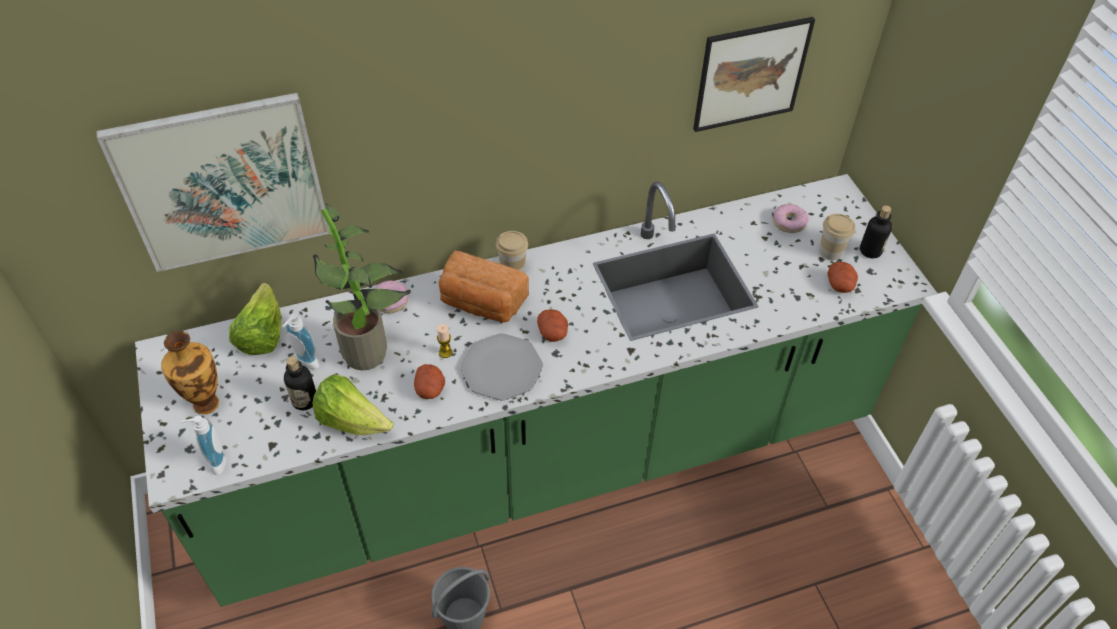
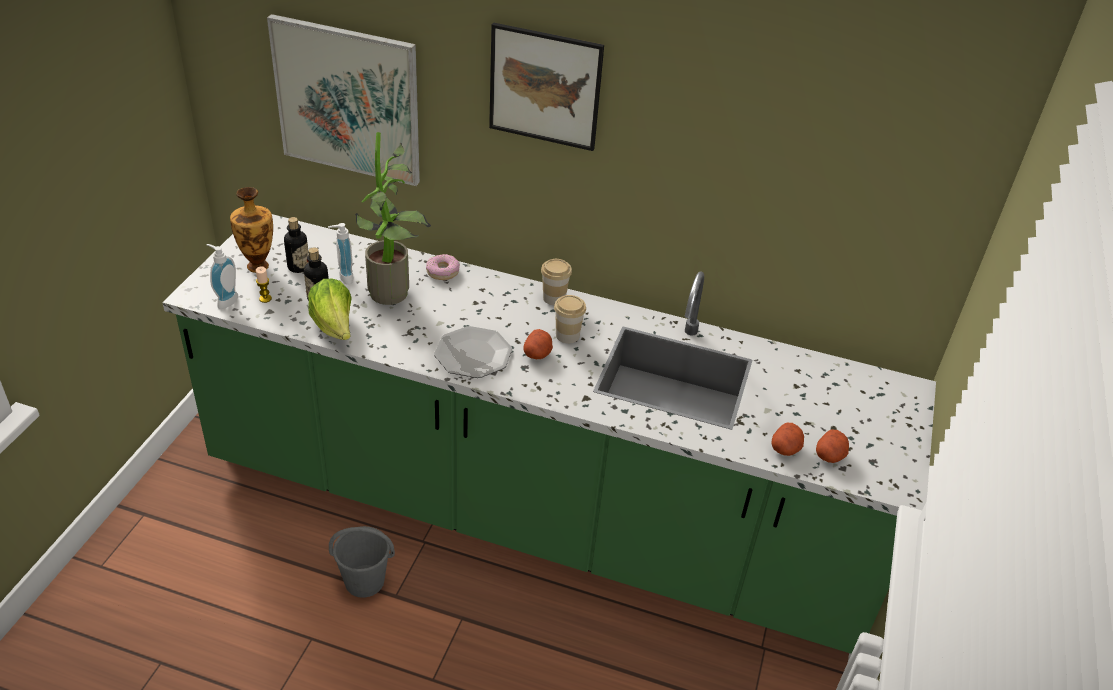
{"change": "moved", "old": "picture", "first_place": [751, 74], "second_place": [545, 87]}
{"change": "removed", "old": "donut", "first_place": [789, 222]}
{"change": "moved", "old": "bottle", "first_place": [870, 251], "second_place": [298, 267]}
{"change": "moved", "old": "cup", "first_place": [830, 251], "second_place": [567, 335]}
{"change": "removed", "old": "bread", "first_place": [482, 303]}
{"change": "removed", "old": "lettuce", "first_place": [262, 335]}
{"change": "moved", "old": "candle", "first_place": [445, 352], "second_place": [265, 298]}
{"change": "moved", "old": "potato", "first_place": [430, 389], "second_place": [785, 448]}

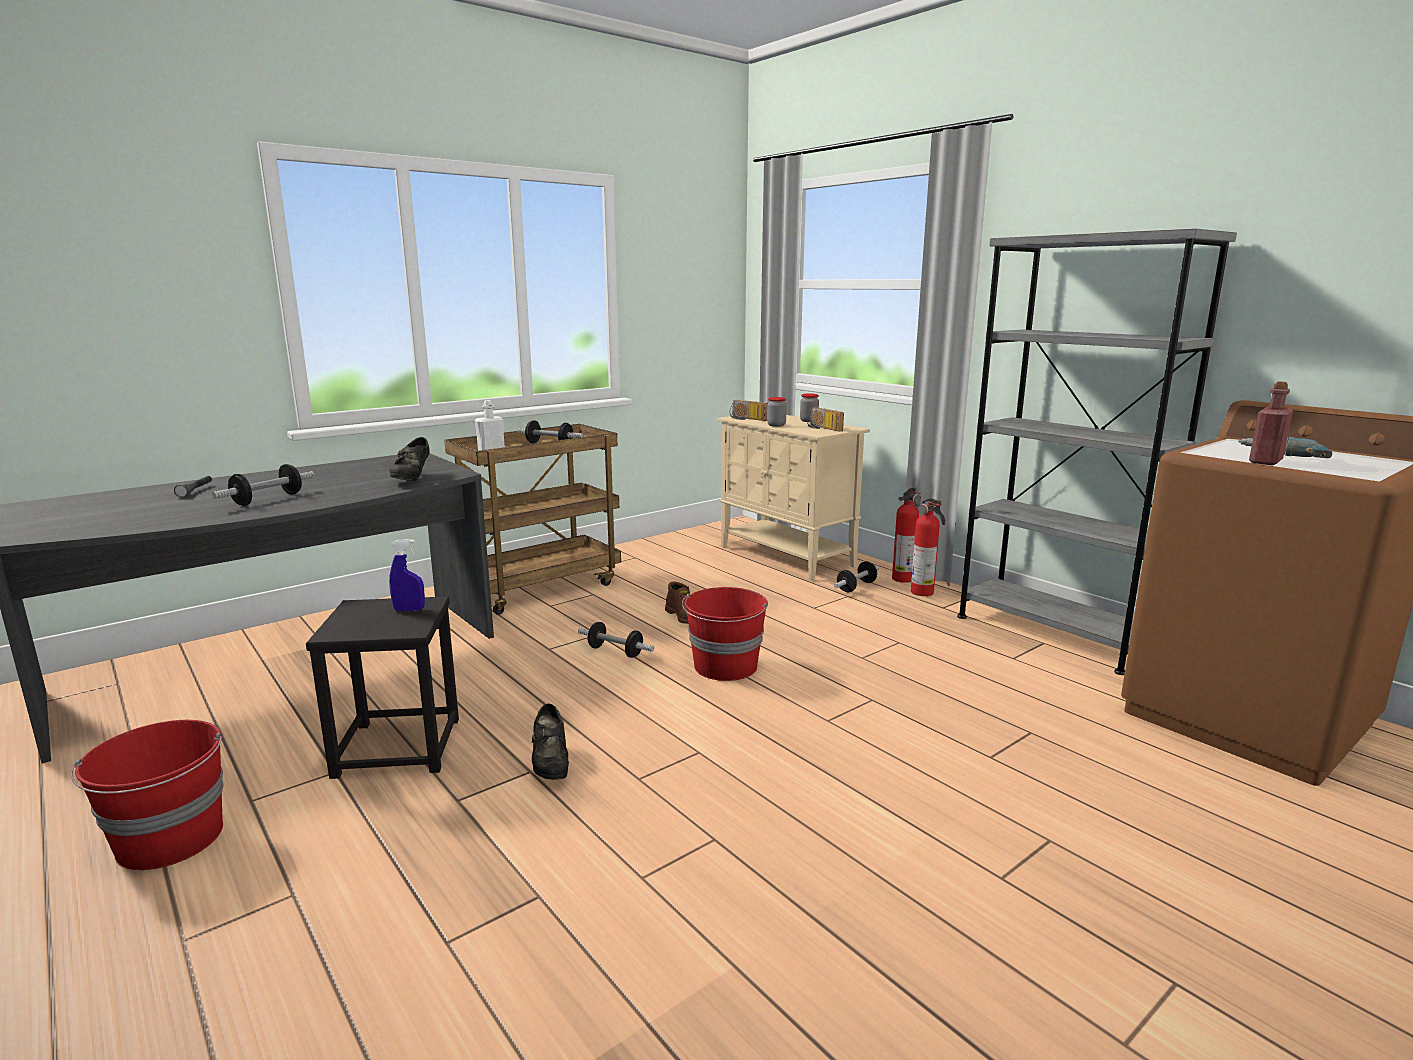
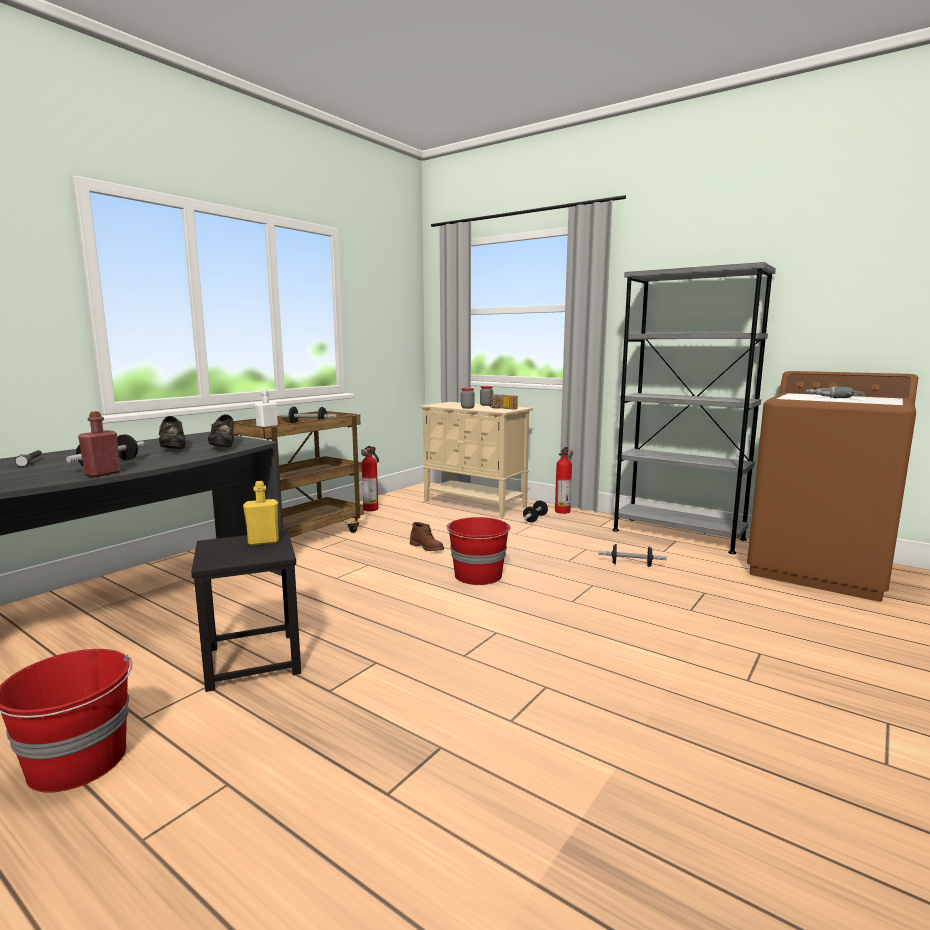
{"change": "moved", "old": "bottle (red)", "first_place": [1265, 461], "second_place": [102, 474]}
{"change": "removed", "old": "radio", "first_place": [747, 419]}
{"change": "moved", "old": "fire extinguisher", "first_place": [923, 592], "second_place": [371, 509]}
{"change": "replaced", "old": "spray bottle (blue)", "new": "bottle (yellow)", "first_place": [409, 610], "second_place": [263, 542]}
{"change": "moved", "old": "dumbbell", "first_place": [615, 652], "second_place": [631, 564]}
{"change": "moved", "old": "shoe (black)", "first_place": [550, 764], "second_place": [173, 449]}

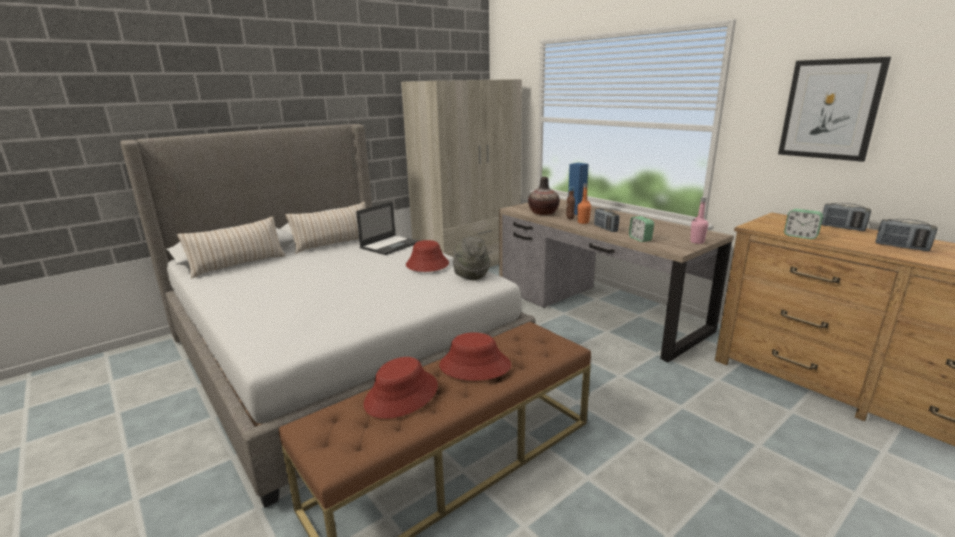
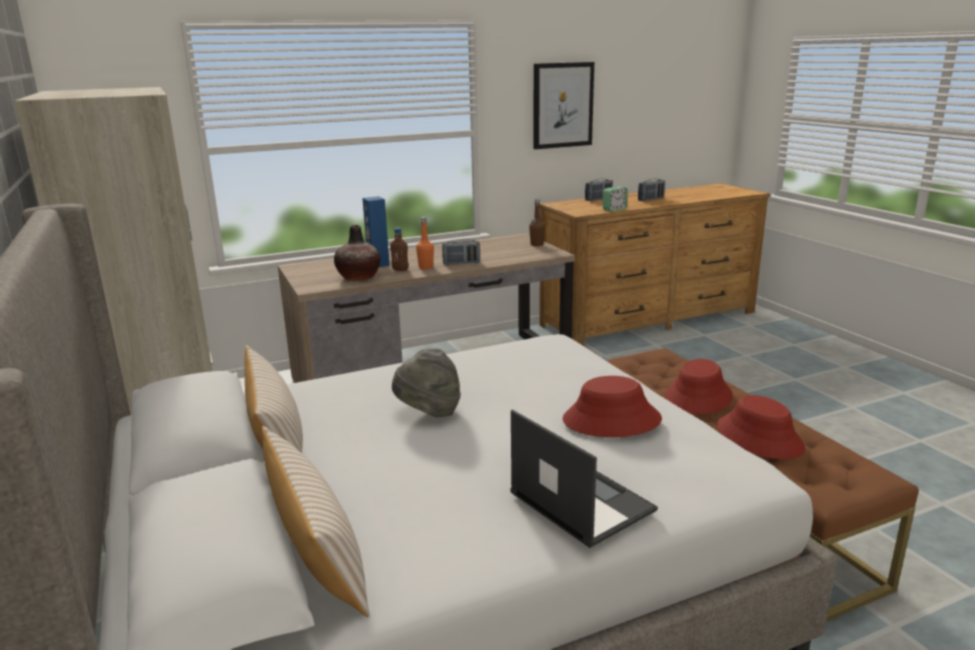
{"change": "recoloured", "old": "bottle (pink)", "new": "bottle (brown)", "first_place": [697, 242], "second_place": [537, 244]}
{"change": "moved", "old": "laptop", "first_place": [390, 245], "second_place": [580, 501]}
{"change": "removed", "old": "alarm clock", "first_place": [640, 239]}
{"change": "moved", "old": "hat (grey)", "first_place": [470, 275], "second_place": [428, 412]}
{"change": "moved", "old": "hat (red)", "first_place": [427, 264], "second_place": [611, 420]}

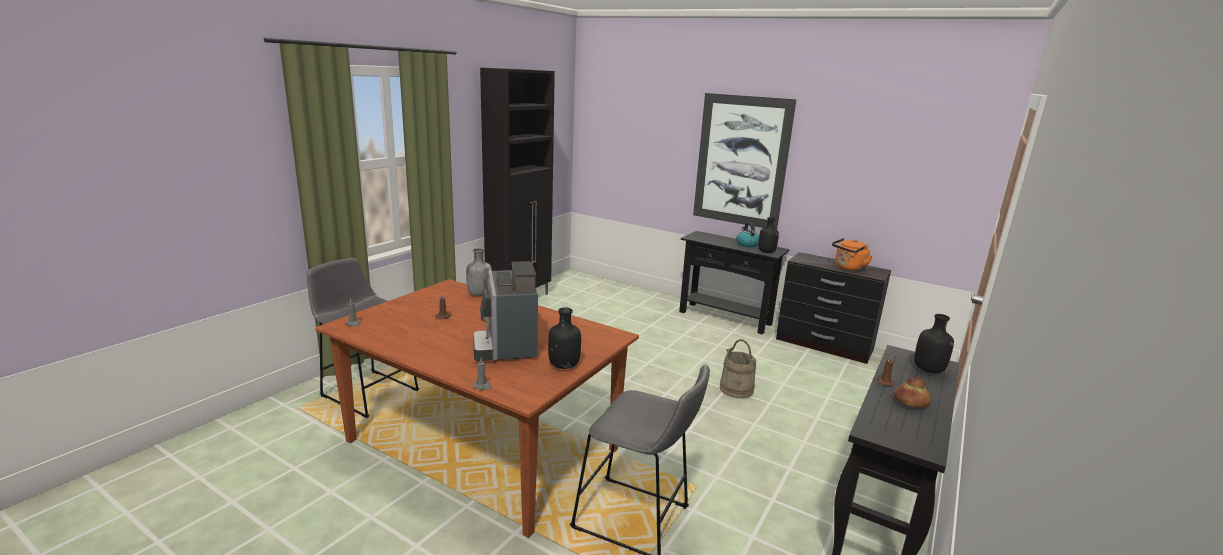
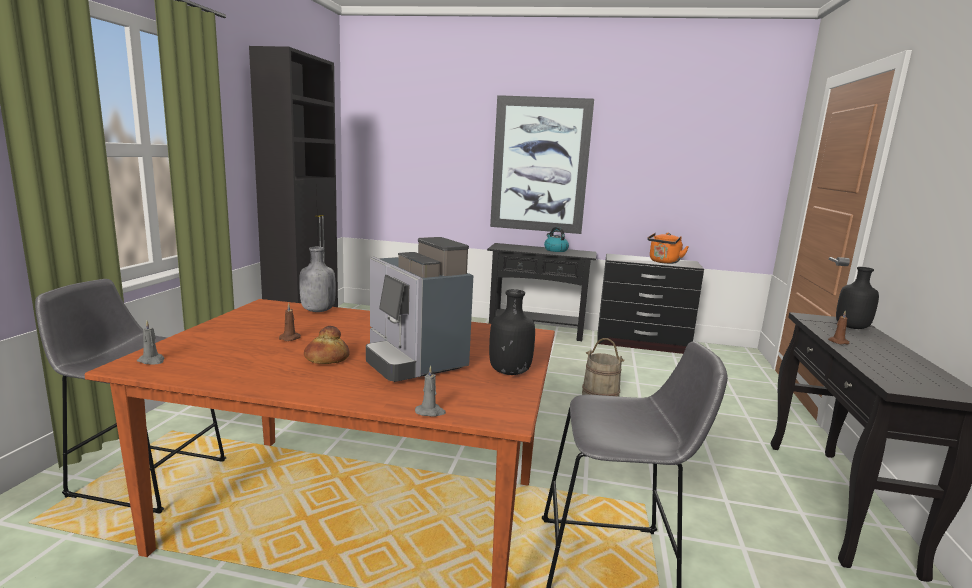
{"change": "removed", "old": "bottle (black)", "first_place": [766, 252]}
{"change": "moved", "old": "bread", "first_place": [910, 401], "second_place": [326, 359]}

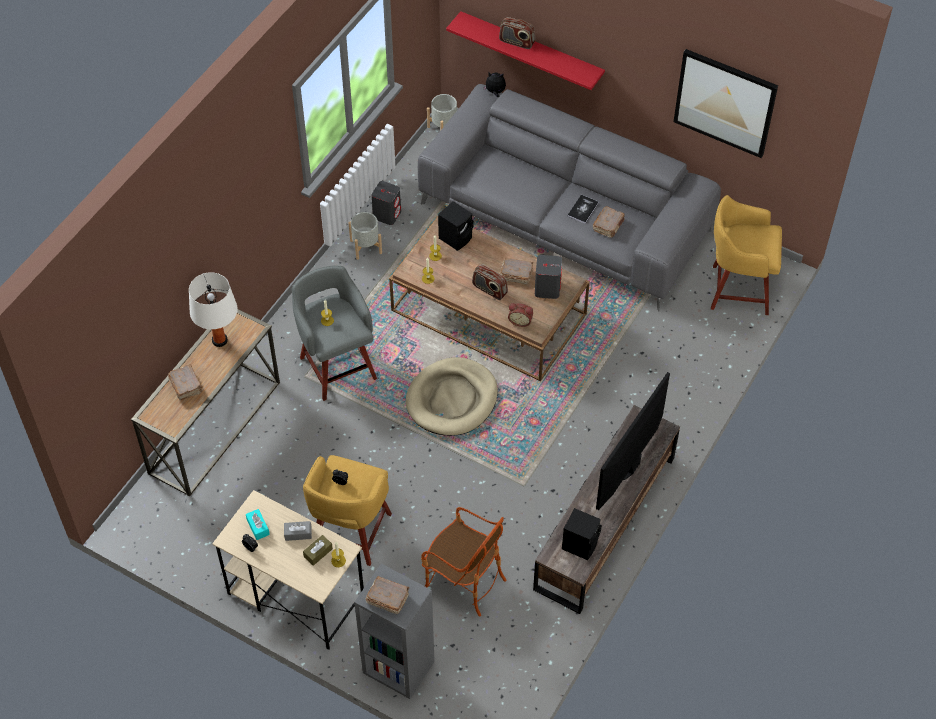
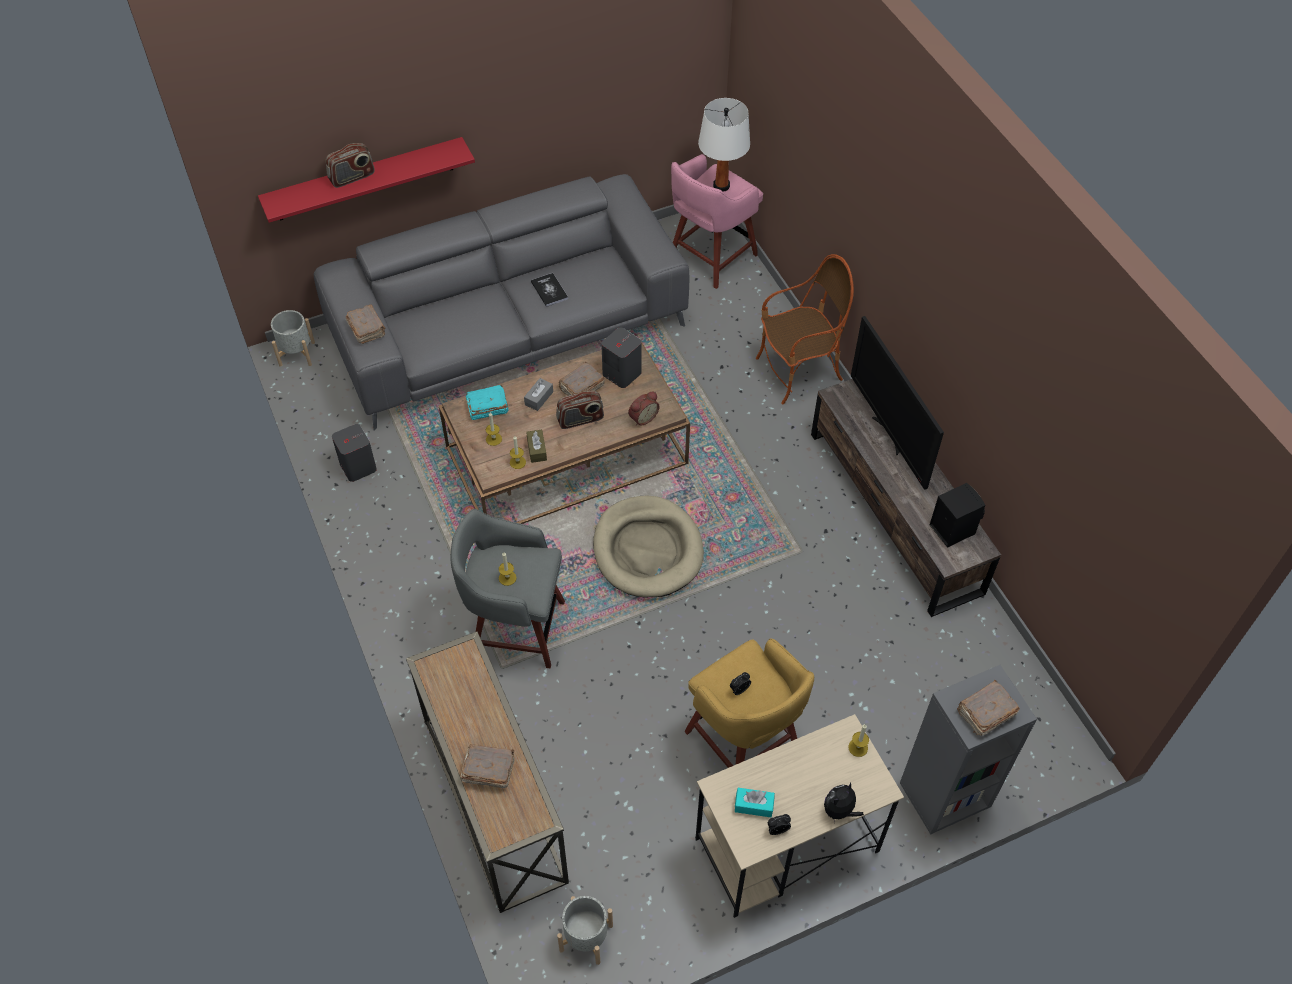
{"change": "removed", "old": "picture", "first_place": [725, 102]}
{"change": "moved", "old": "plush toy", "first_place": [495, 92], "second_place": [839, 811]}
{"change": "recoloured", "old": "stool (yellow)", "new": "stool (pink)", "first_place": [737, 289], "second_place": [710, 257]}
{"change": "replaced", "old": "speaker (black)", "new": "book (turquoise)", "first_place": [456, 237], "second_place": [487, 408]}
{"change": "moved", "old": "book (brown)", "first_place": [608, 225], "second_place": [367, 329]}
{"change": "moved", "old": "planter (grey)", "first_place": [365, 247], "second_place": [586, 938]}
{"change": "moved", "old": "table lamp (white)", "first_place": [220, 340], "second_place": [721, 185]}
{"change": "moved", "old": "armchair", "first_place": [464, 582], "second_place": [798, 372]}
{"change": "moved", "old": "tissue box (grey)", "first_place": [298, 533], "second_place": [539, 398]}
{"change": "moved", "old": "tissue box (brown)", "first_place": [318, 553], "second_place": [537, 450]}

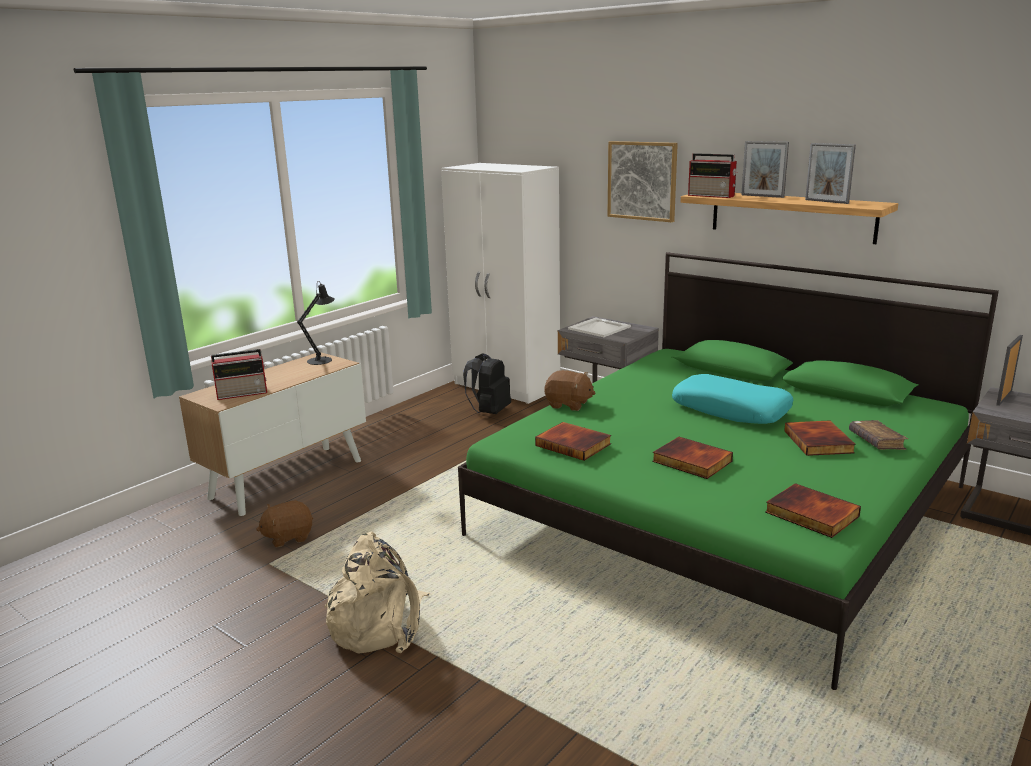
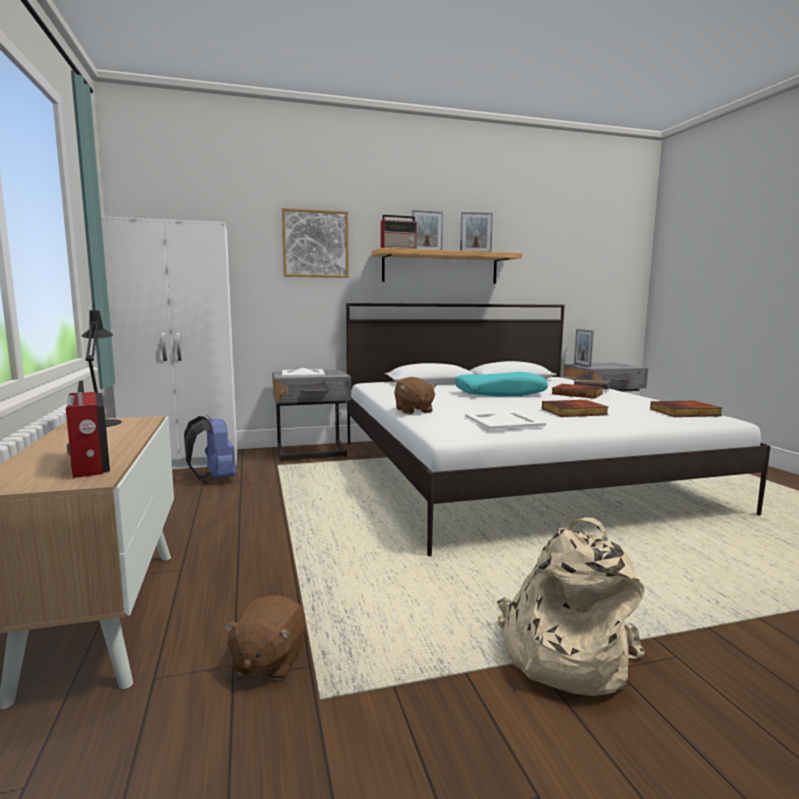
{"change": "recoloured", "old": "bed (green)", "new": "bed (white)", "first_place": [723, 510], "second_place": [513, 472]}
{"change": "turned", "old": "radio", "first_place": [243, 393], "second_place": [90, 464], "degrees": 135}
{"change": "recoloured", "old": "backpack (black)", "new": "backpack (blue)", "first_place": [489, 412], "second_place": [215, 479]}
{"change": "turned", "old": "plush toy (brown)", "first_place": [568, 404], "second_place": [413, 411], "degrees": 105}
{"change": "replaced", "old": "book", "new": "tray (white)", "first_place": [574, 444], "second_place": [504, 421]}

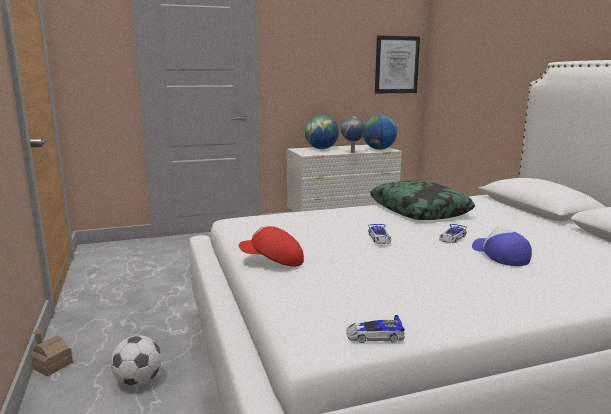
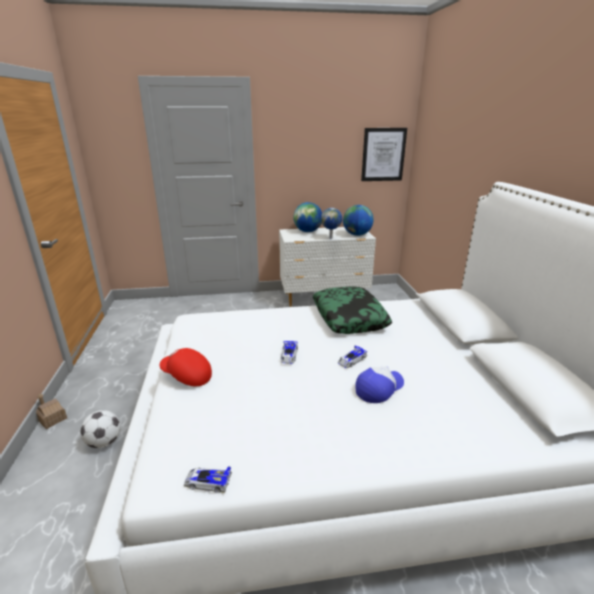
{"change": "turned", "old": "cap", "first_place": [500, 255], "second_place": [379, 388], "degrees": 60}

